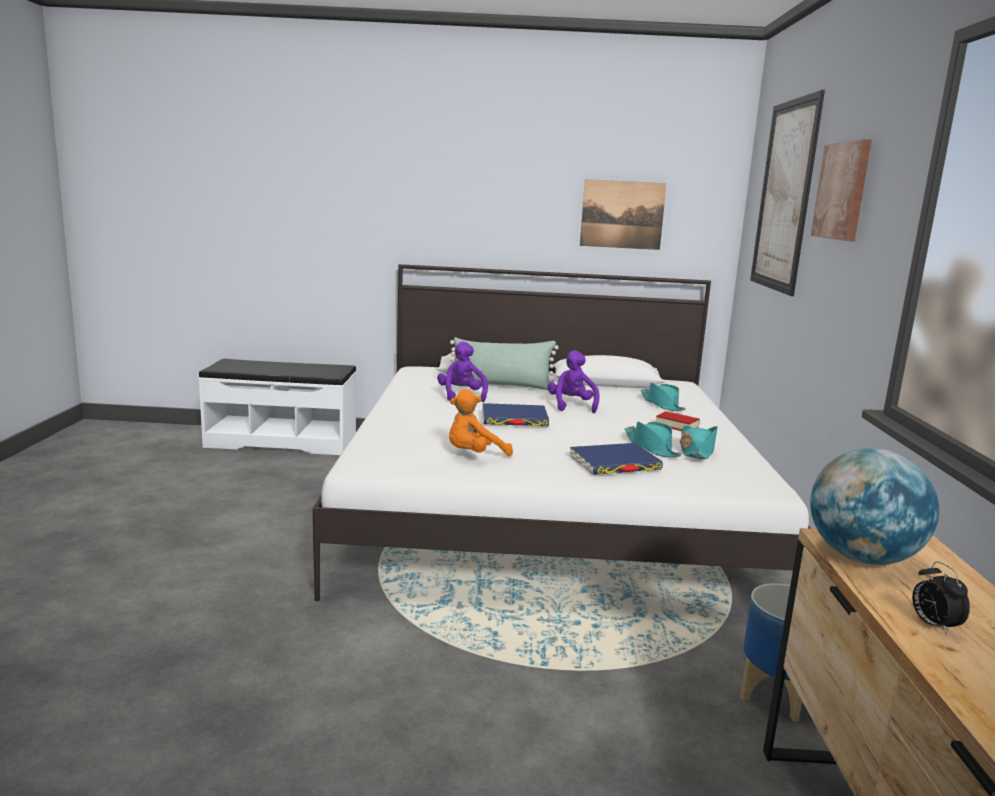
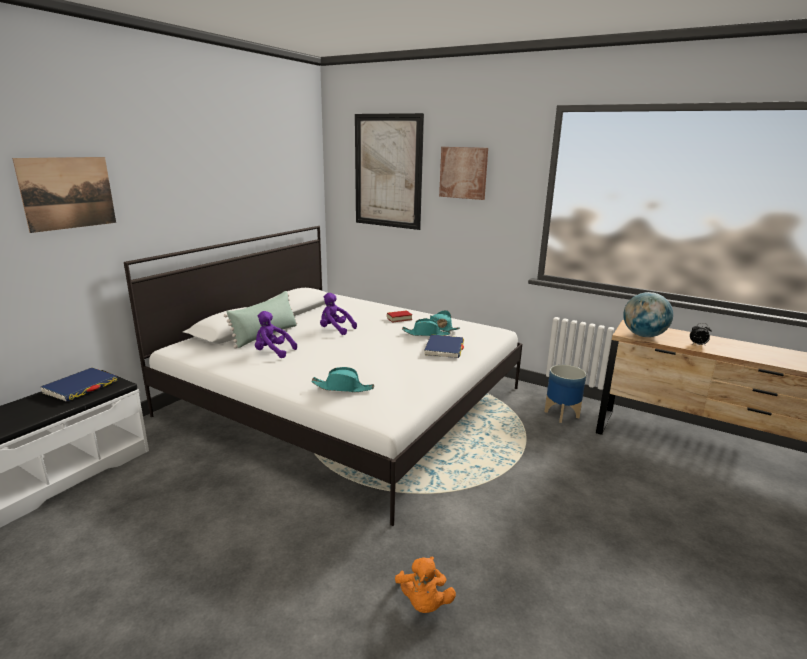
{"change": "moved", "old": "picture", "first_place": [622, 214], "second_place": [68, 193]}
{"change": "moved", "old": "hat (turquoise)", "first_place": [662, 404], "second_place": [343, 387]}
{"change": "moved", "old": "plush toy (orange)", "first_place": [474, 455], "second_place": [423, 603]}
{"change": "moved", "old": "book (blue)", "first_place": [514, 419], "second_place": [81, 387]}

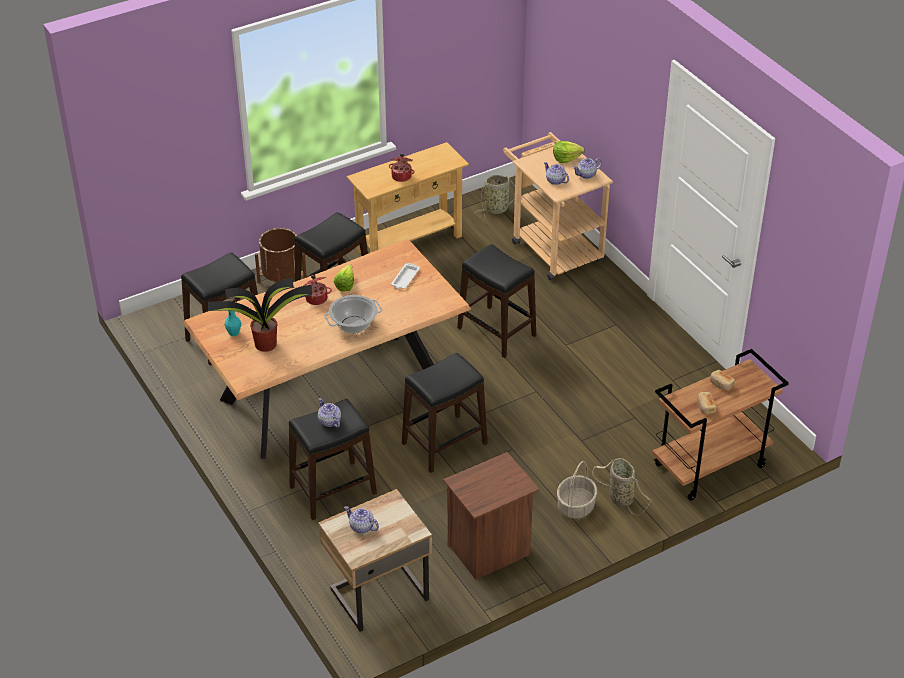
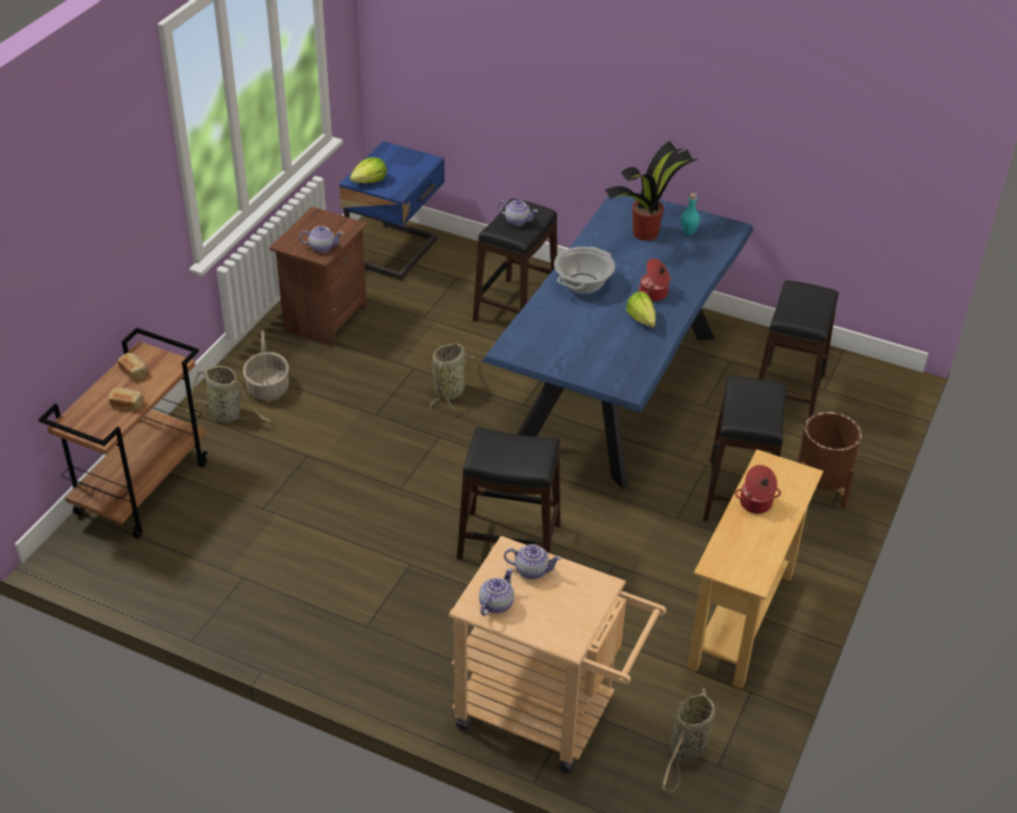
{"change": "moved", "old": "lettuce", "first_place": [566, 158], "second_place": [370, 181]}
{"change": "recoloured", "old": "dining table (brown)", "new": "dining table (blue)", "first_place": [332, 392], "second_place": [616, 390]}
{"change": "removed", "old": "tray (white)", "first_place": [405, 279]}
{"change": "replaced", "old": "stool (black)", "new": "basket", "first_place": [445, 443], "second_place": [450, 390]}
{"change": "recoloured", "old": "nightstand (beige)", "new": "nightstand (blue)", "first_place": [377, 593], "second_place": [396, 252]}
{"change": "moved", "old": "teapot", "first_place": [361, 527], "second_place": [322, 247]}

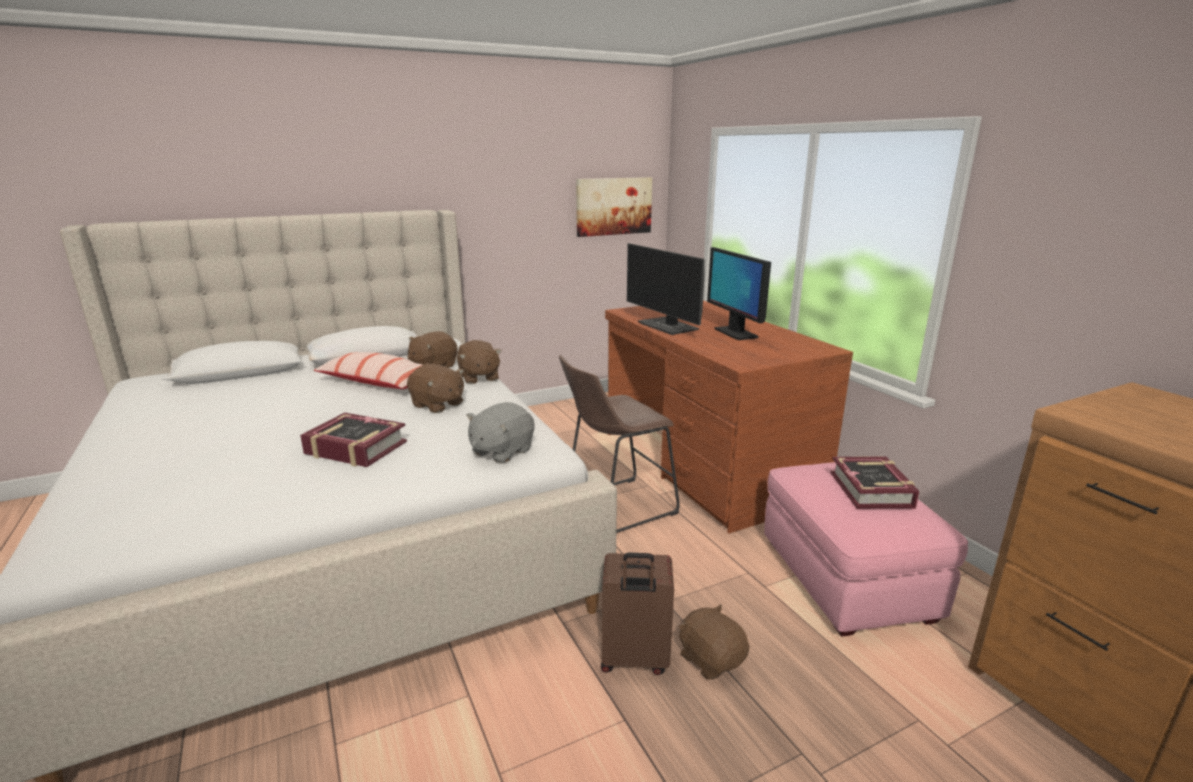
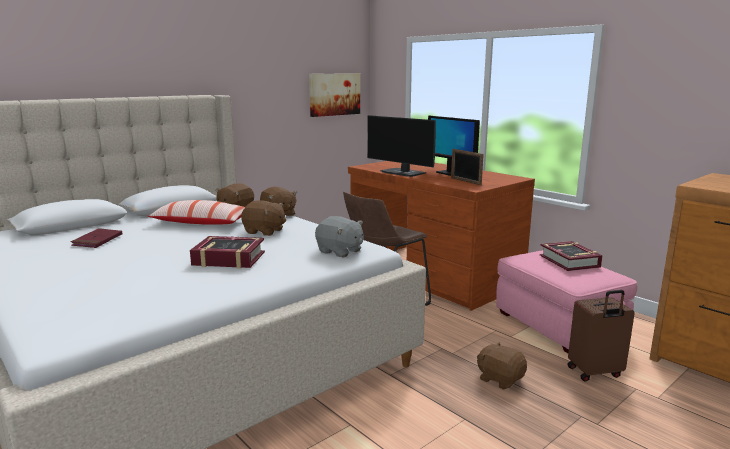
{"change": "turned", "old": "plush toy (grey)", "first_place": [501, 451], "second_place": [340, 251], "degrees": -75}
{"change": "moved", "old": "suitcase (brown)", "first_place": [634, 660], "second_place": [595, 372]}
{"change": "added", "new": "picture frame", "second_place": [465, 181]}
{"change": "added", "new": "book (red)", "second_place": [97, 240]}

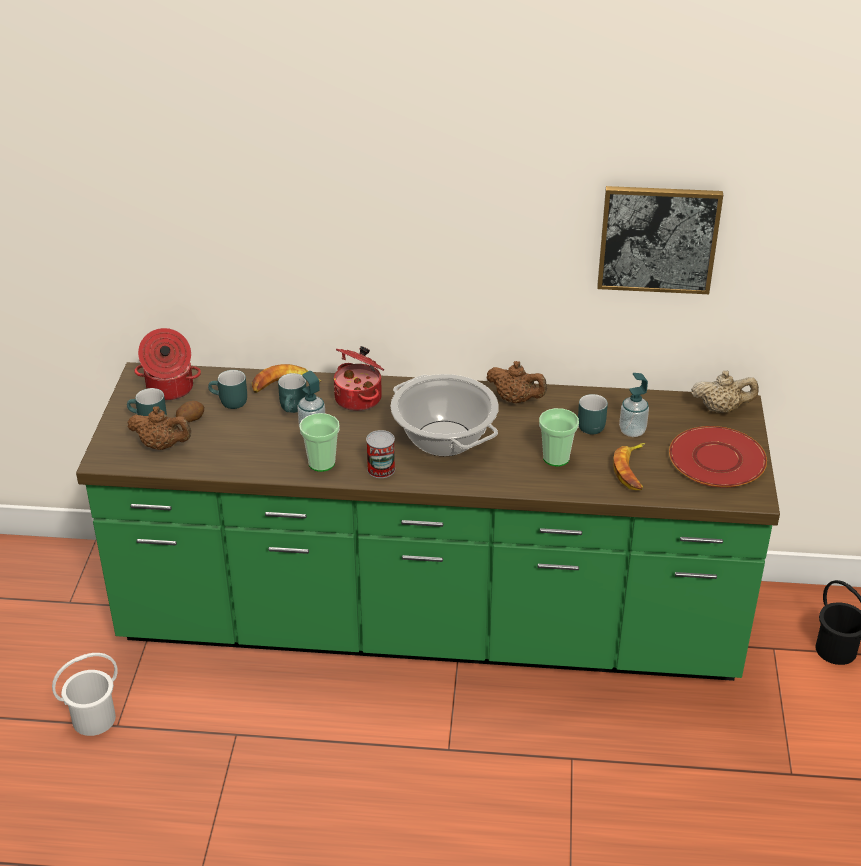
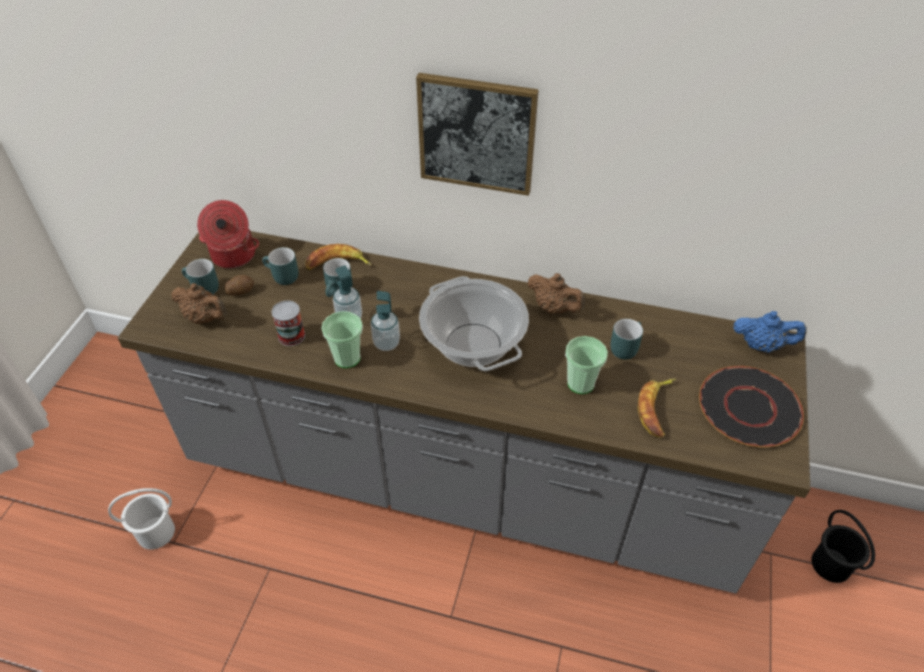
{"change": "moved", "old": "picture", "first_place": [658, 239], "second_place": [477, 134]}
{"change": "removed", "old": "cooking pot", "first_place": [359, 398]}
{"change": "recoloured", "old": "counter (green)", "new": "counter (grey)", "first_place": [430, 625], "second_place": [462, 480]}
{"change": "recoloured", "old": "teapot (beige)", "new": "teapot (blue)", "first_place": [721, 409], "second_place": [762, 345]}
{"change": "moved", "old": "soap dispenser", "first_place": [632, 431], "second_place": [386, 343]}
{"change": "recoloured", "old": "plate (red)", "new": "plate (black)", "first_place": [717, 459], "second_place": [749, 408]}
{"change": "moved", "old": "can", "first_place": [381, 469], "second_place": [291, 336]}

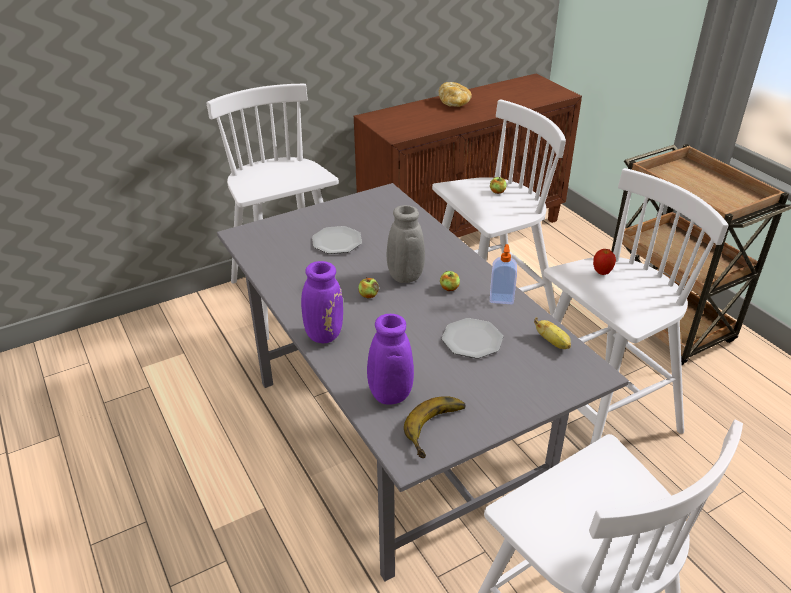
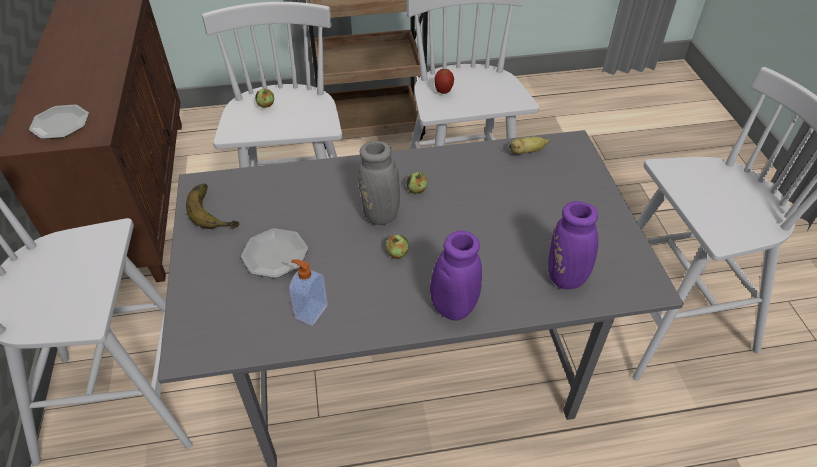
{"change": "removed", "old": "bread", "first_place": [454, 103]}
{"change": "moved", "old": "soap dispenser", "first_place": [501, 298], "second_place": [310, 311]}
{"change": "moved", "old": "plate", "first_place": [472, 340], "second_place": [61, 123]}
{"change": "moved", "old": "banana", "first_place": [439, 430], "second_place": [216, 209]}

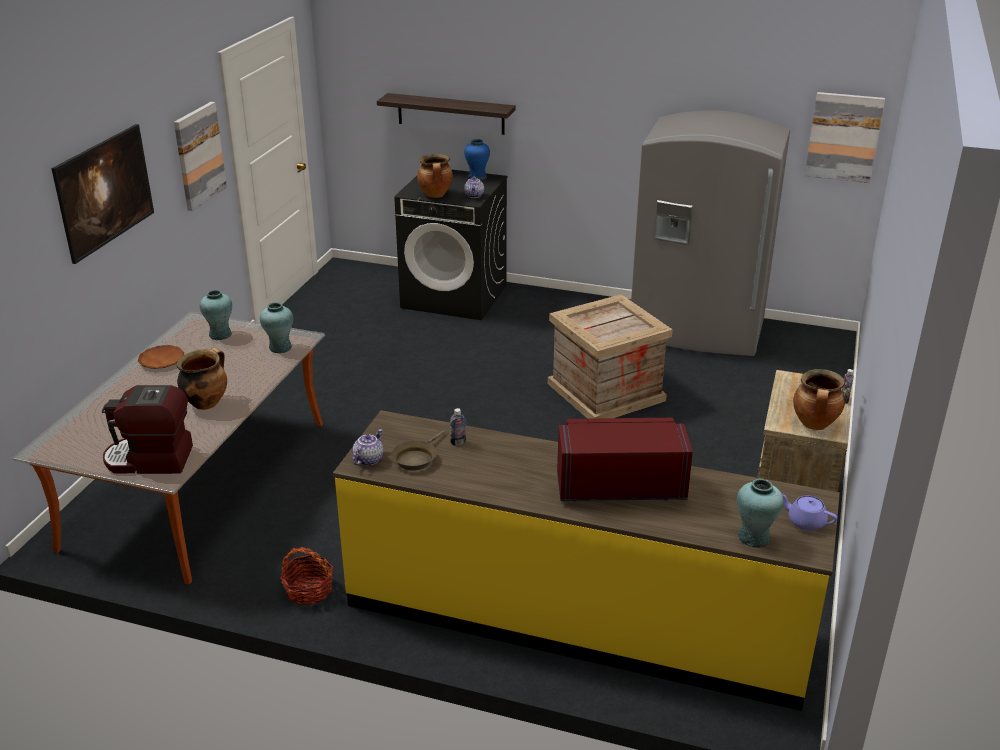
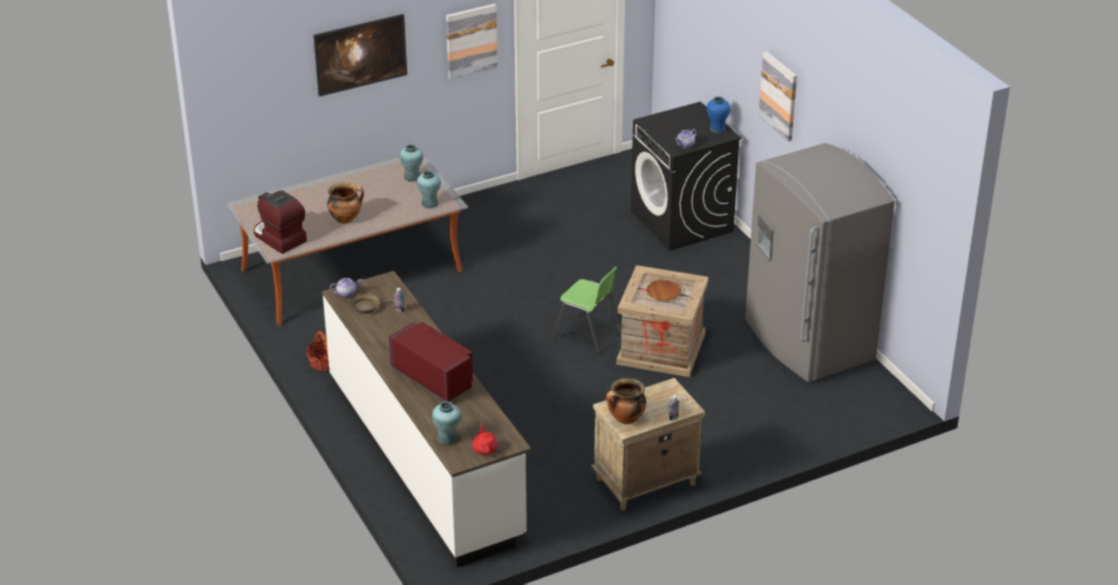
{"change": "moved", "old": "picture", "first_place": [843, 137], "second_place": [779, 95]}
{"change": "removed", "old": "shelf", "first_place": [450, 114]}
{"change": "removed", "old": "cooking pot", "first_place": [436, 195]}
{"change": "moved", "old": "plate (brown)", "first_place": [161, 360], "second_place": [663, 292]}
{"change": "recoloured", "old": "counter (yellow)", "new": "counter (white)", "first_place": [576, 617], "second_place": [425, 457]}
{"change": "recoloured", "old": "teapot (purple)", "new": "teapot (red)", "first_place": [805, 522], "second_place": [485, 448]}
{"change": "added", "new": "chair (green)", "second_place": [587, 334]}

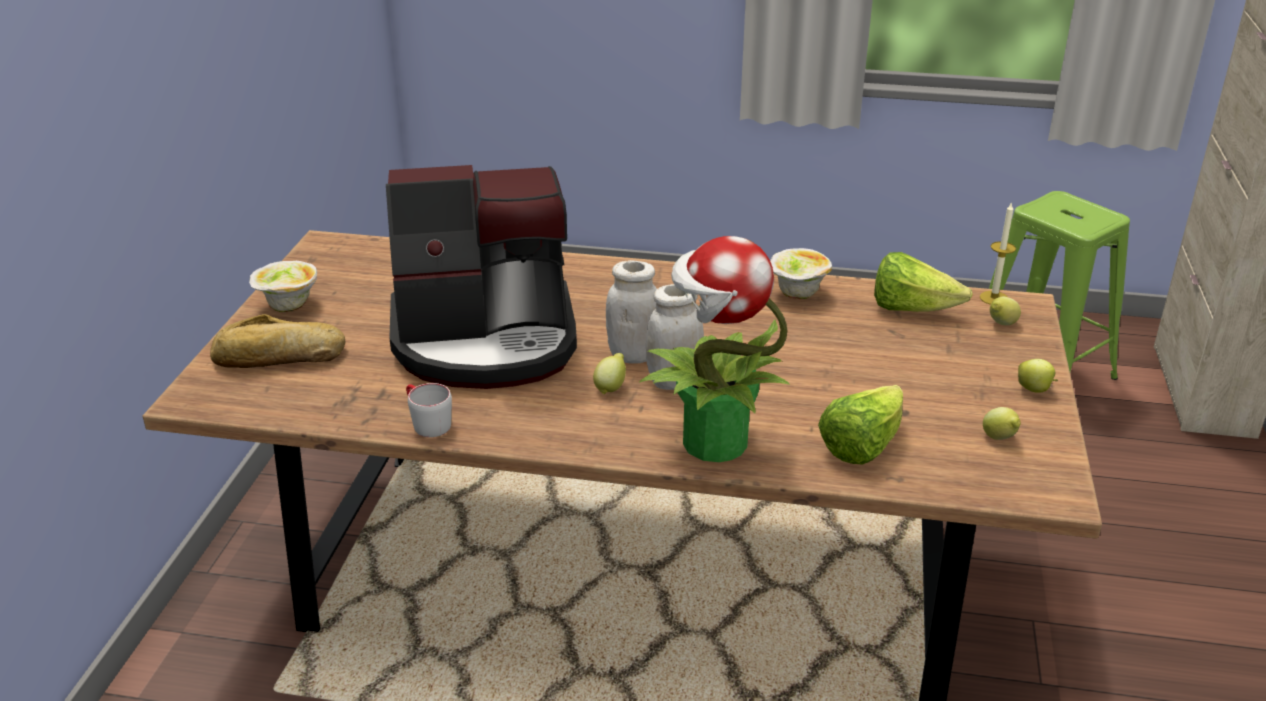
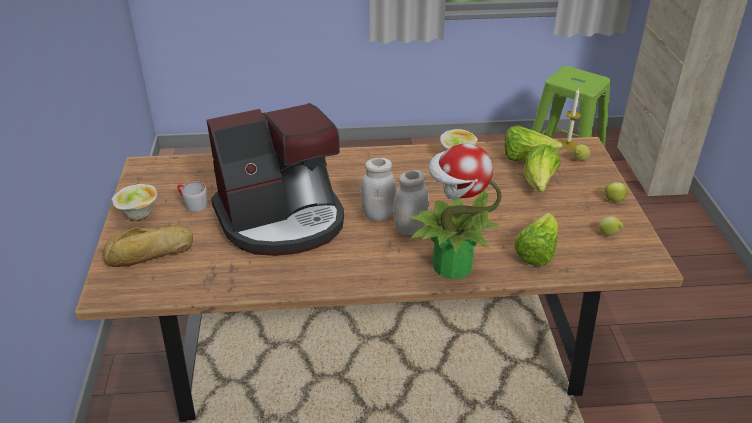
{"change": "removed", "old": "lemon", "first_place": [611, 387]}
{"change": "moved", "old": "mug (grey)", "first_place": [426, 422], "second_place": [192, 204]}
{"change": "added", "new": "lettuce", "second_place": [539, 183]}

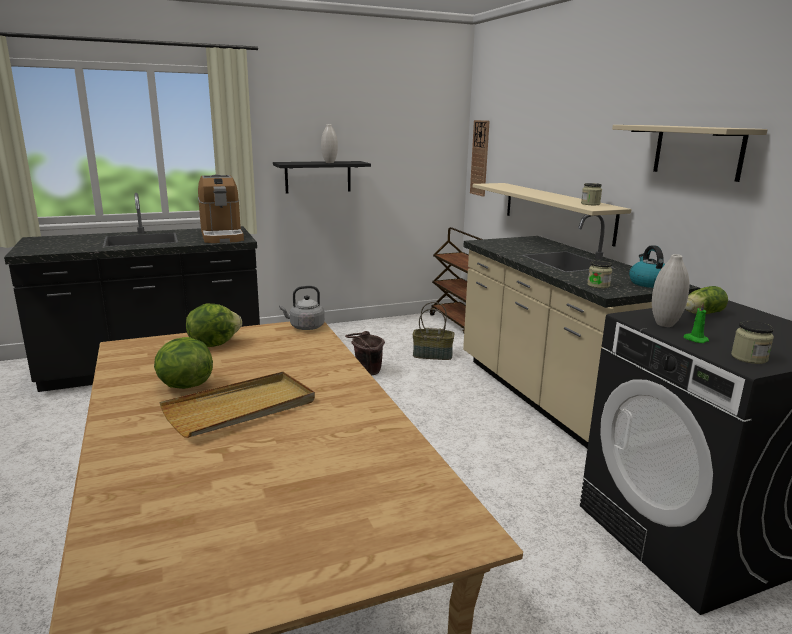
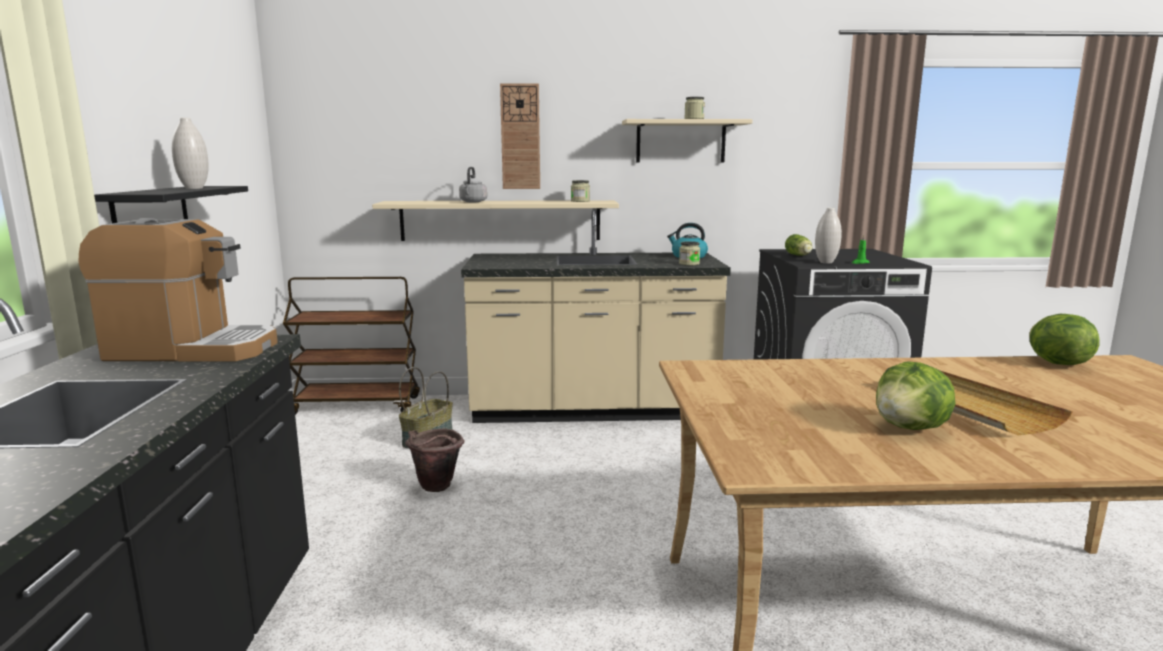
{"change": "moved", "old": "wall clock", "first_place": [480, 158], "second_place": [520, 137]}
{"change": "moved", "old": "kettle (grey)", "first_place": [305, 327], "second_place": [472, 202]}
{"change": "moved", "old": "lettuce", "first_place": [213, 343], "second_place": [1056, 363]}
{"change": "moved", "old": "jar", "first_place": [749, 358], "second_place": [694, 119]}

